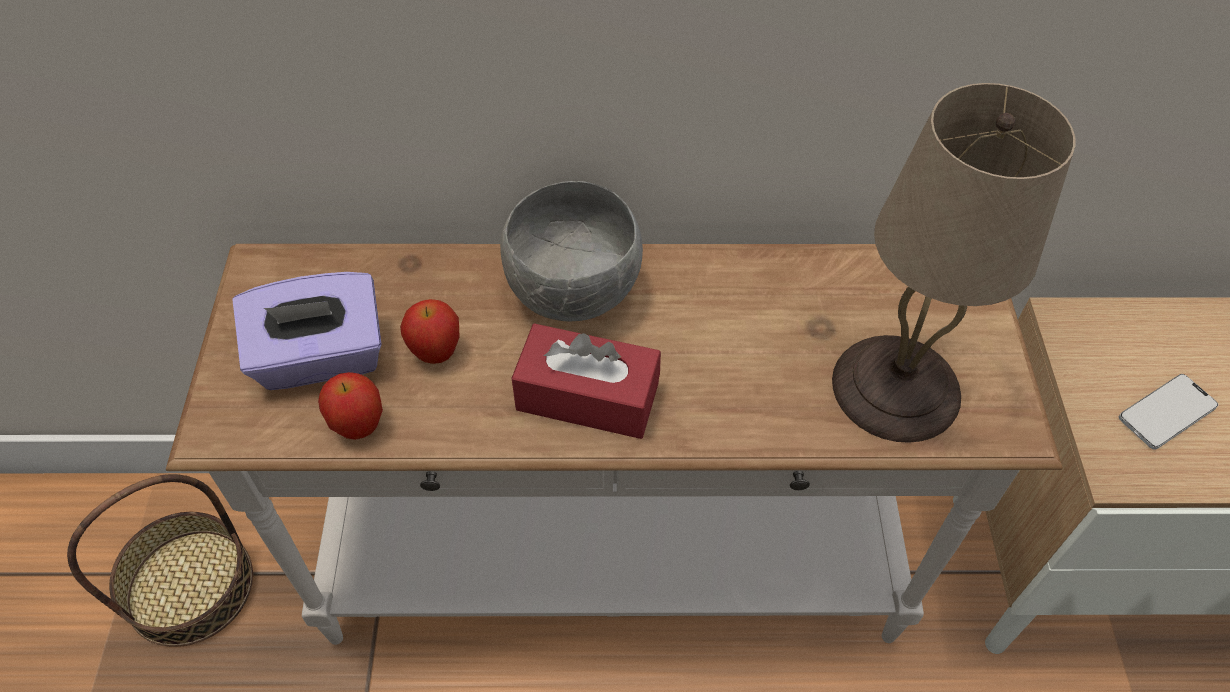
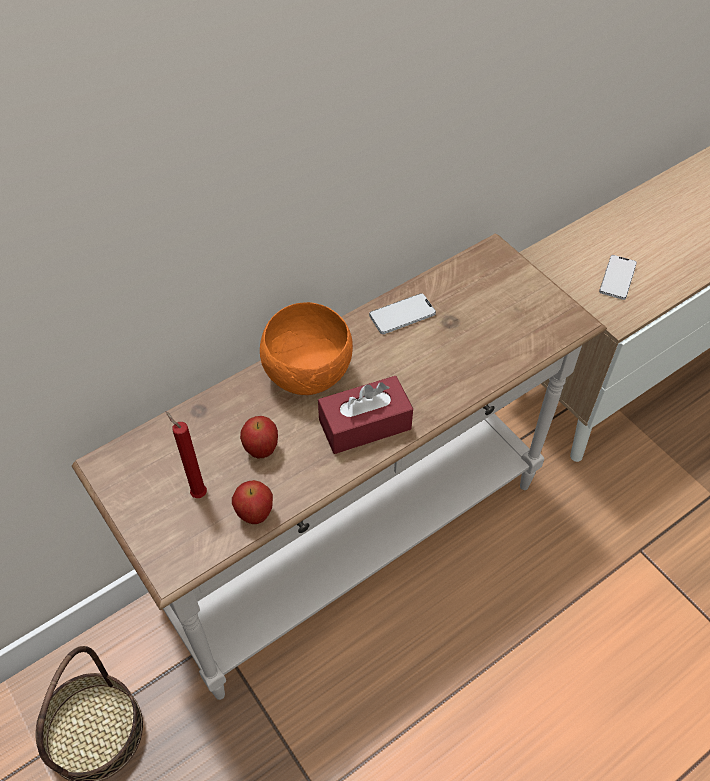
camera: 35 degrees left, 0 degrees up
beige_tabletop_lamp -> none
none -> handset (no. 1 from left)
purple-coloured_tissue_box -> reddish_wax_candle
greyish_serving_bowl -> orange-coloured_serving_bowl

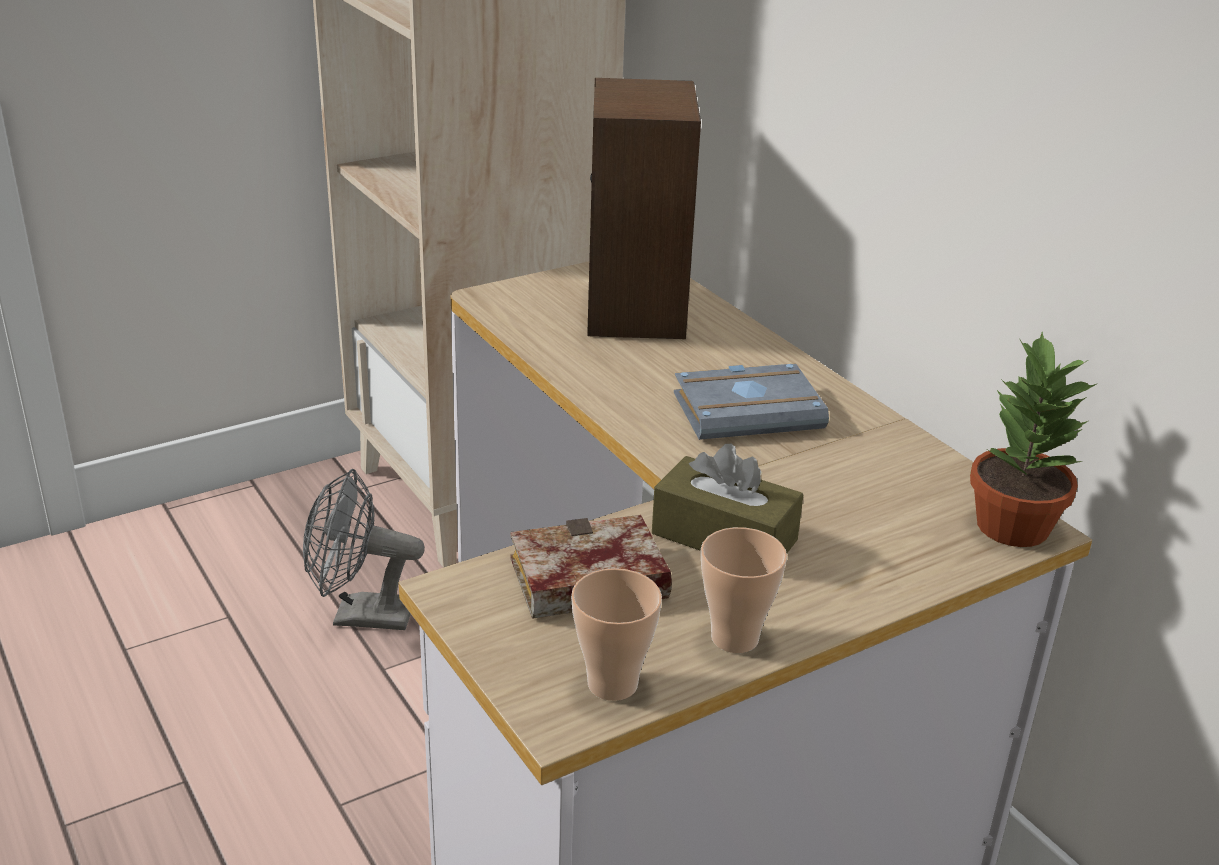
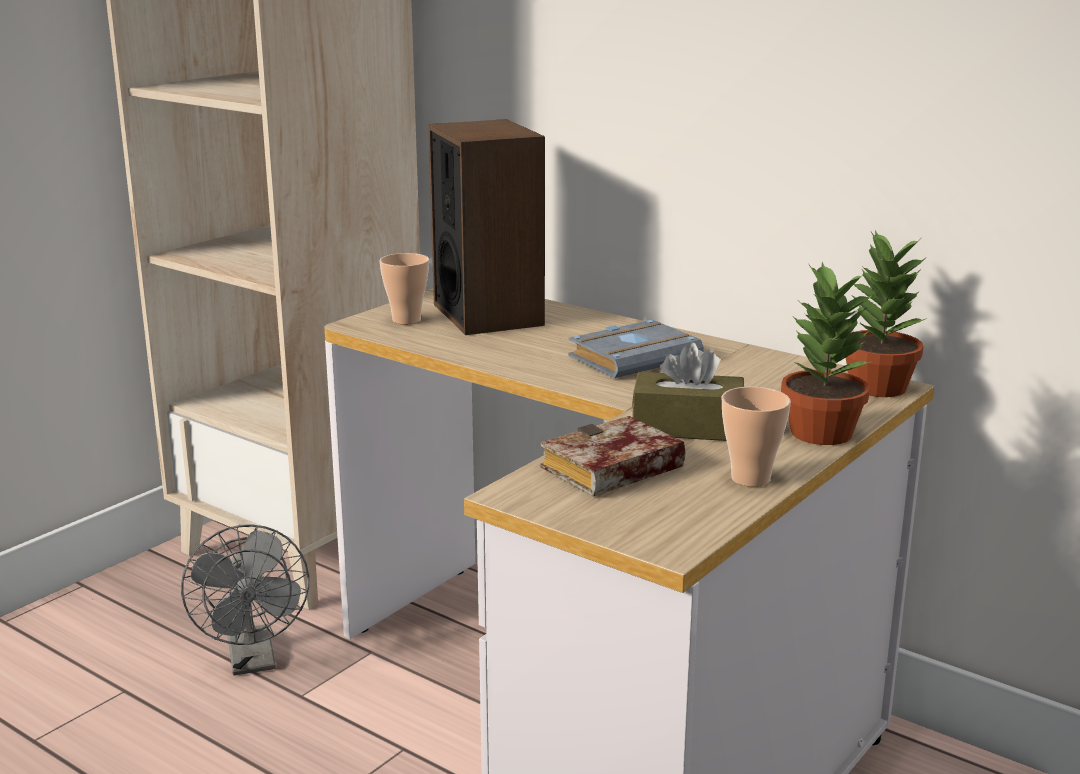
camera: 20 degrees left, 10 degrees down
none -> plant_in_a_pot (no. 1 from left)
drinking_cup (no. 1 from left), shifted
greyish_cooling_fan, 90 degrees counterclockwise

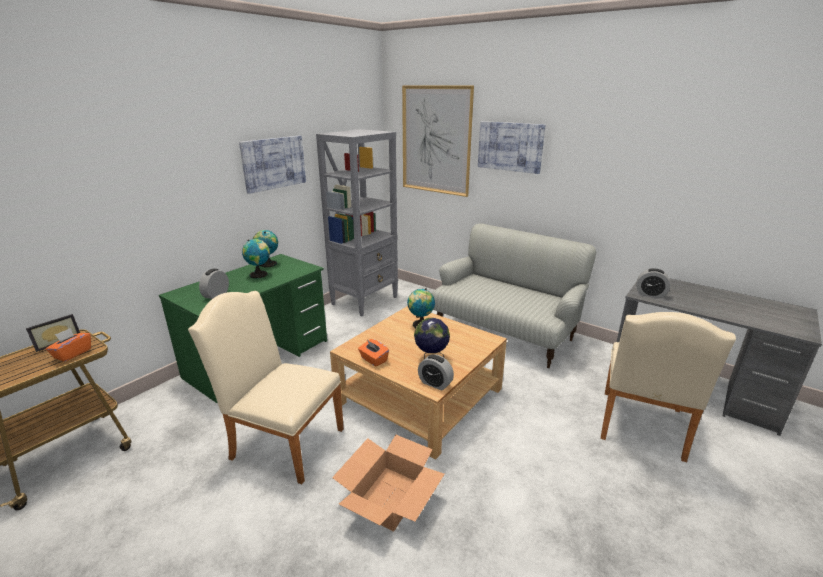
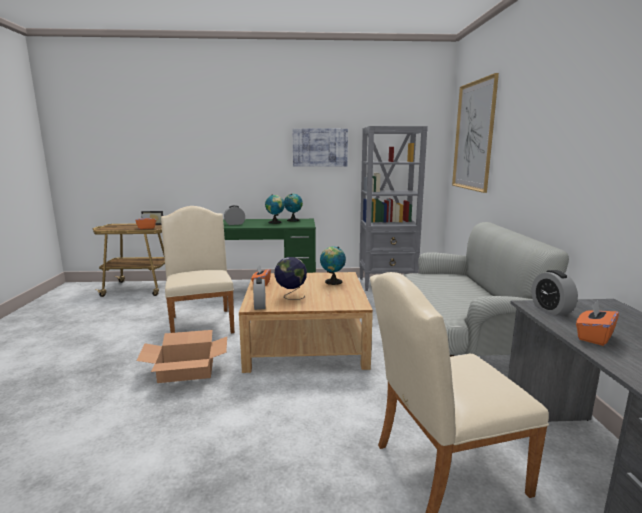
camera: 50 degrees right, 10 degrees down
wall_art (no. 3 from left) -> none
none -> orange-coloured_tissue_box (no. 3 from left)

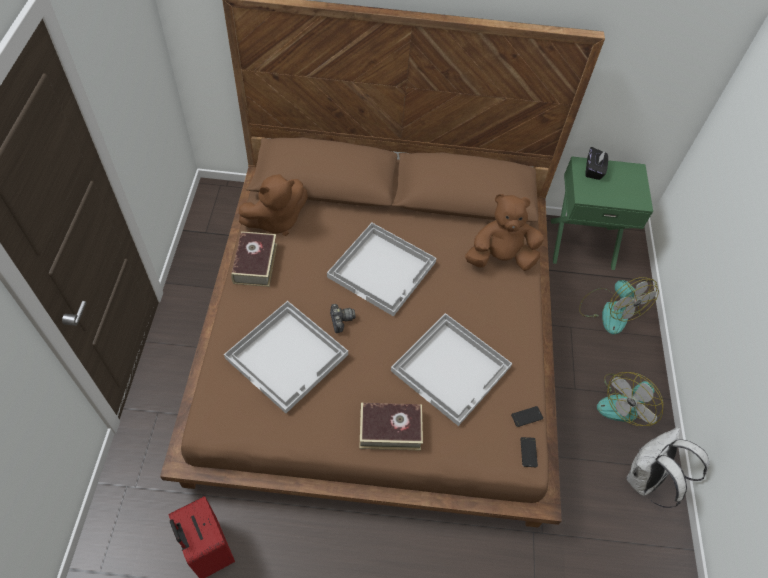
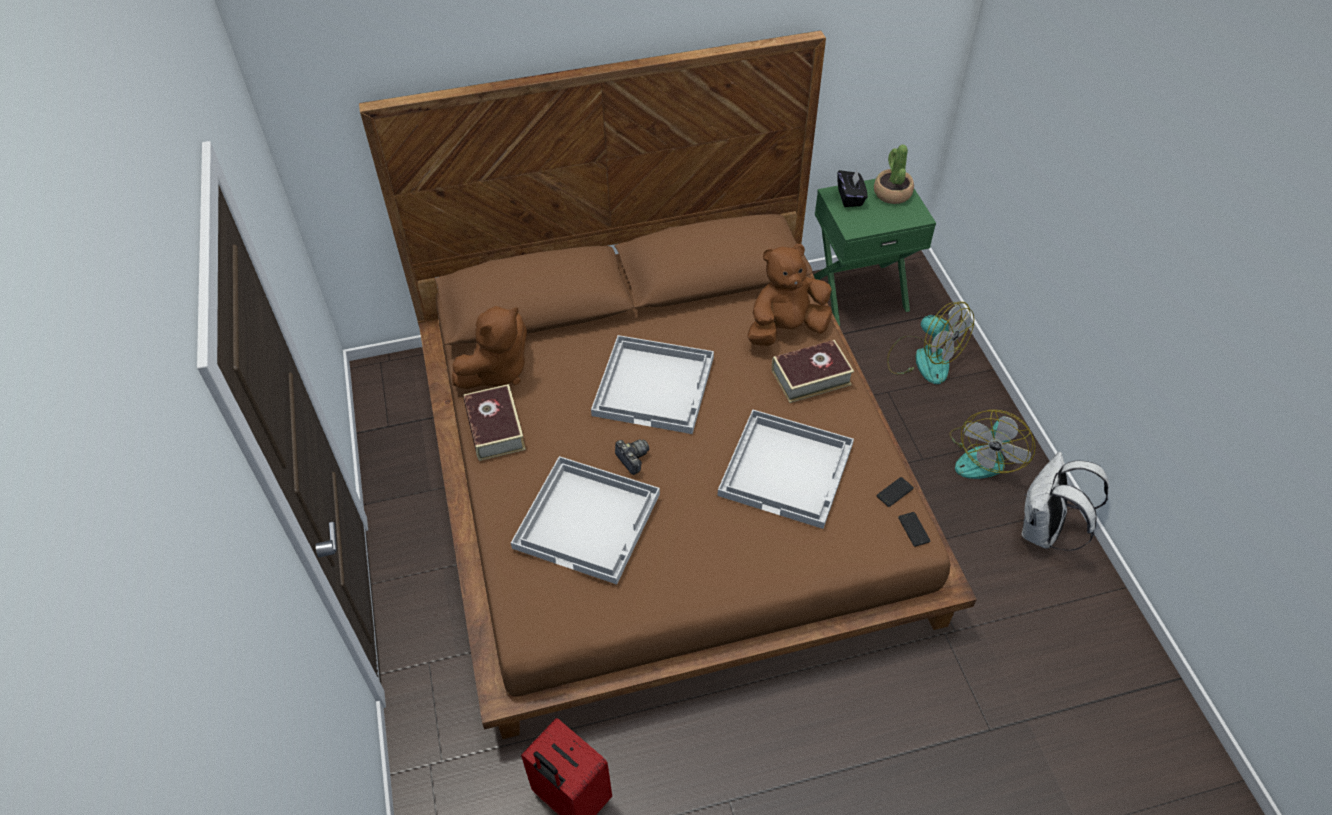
camera: 15 degrees left, 5 degrees down
none -> plant_in_a_pot
bound_book (no. 2 from left), shifted

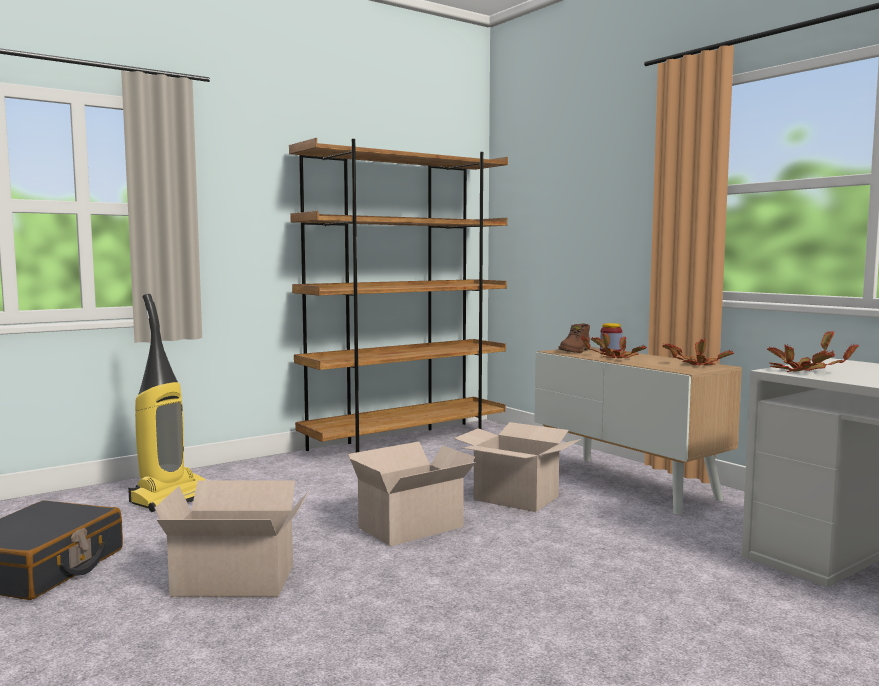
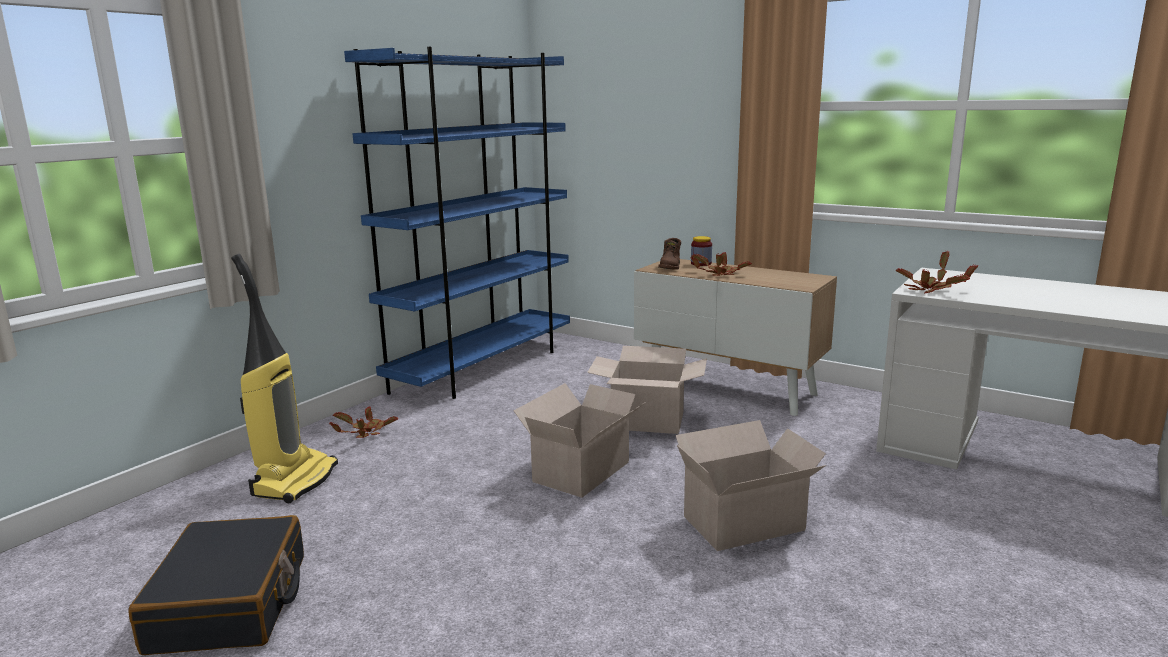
camera: 20 degrees left, 10 degrees up
packing_box (no. 1 from left in the first image) -> packing_box (no. 3 from left), shifted
plant_in_a_pot (no. 2 from left in the first image) -> plant_in_a_pot (no. 1 from left), shifted
brownish_shelving_unit -> blue_shelving_unit

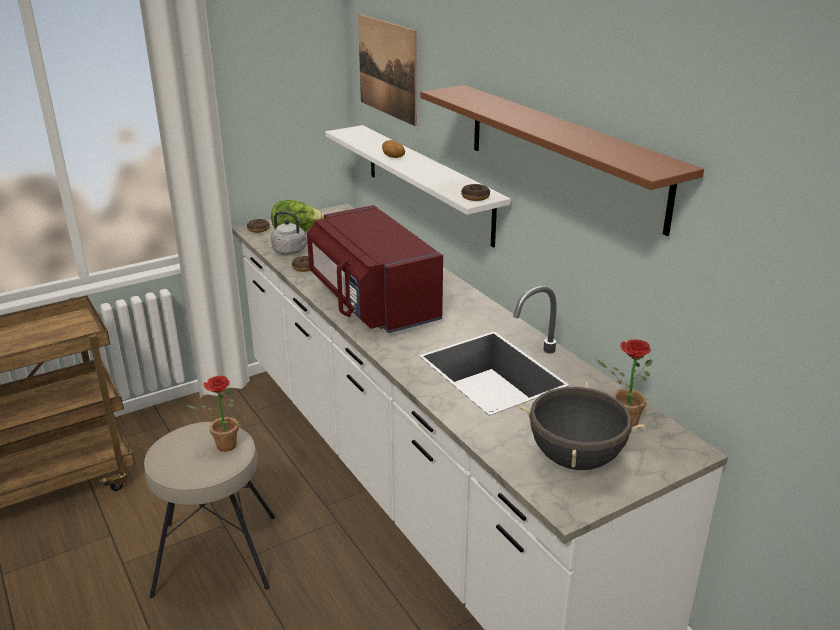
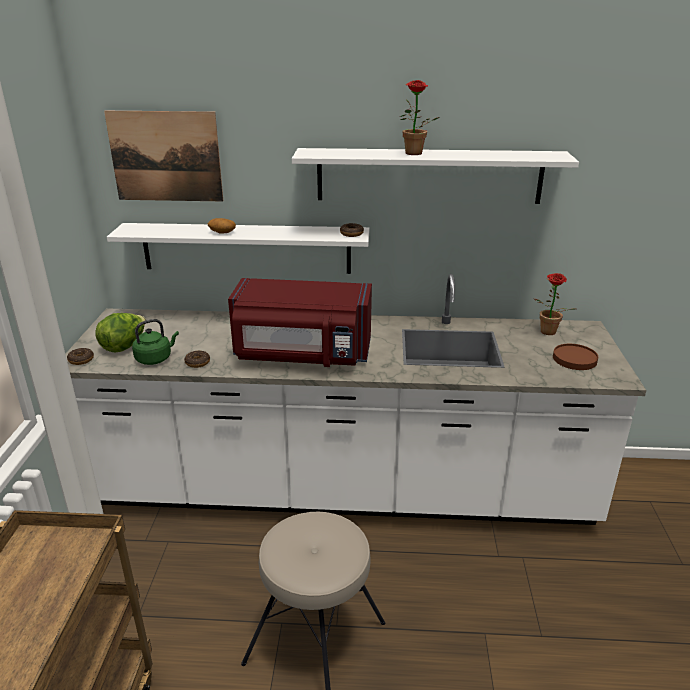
camera: 55 degrees left, 0 degrees up
plant_in_a_pot (no. 1 from left), shifted
black_saucepot -> brownish_plate
greyish_water_kettle -> green-coloured_water_kettle
brownish_bracket_shelf -> white-coloured_bracket_shelf (no. 2 from left)

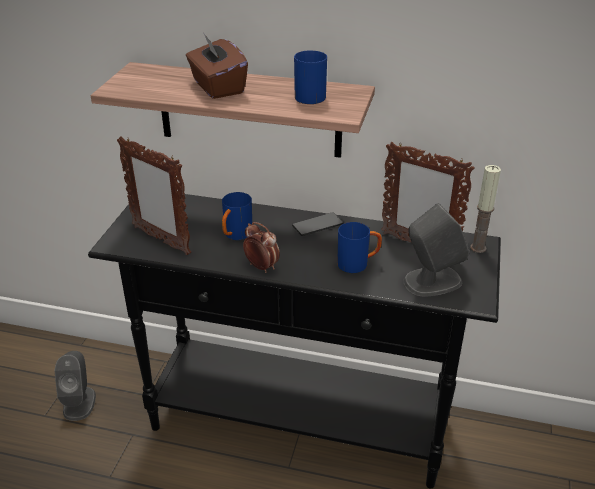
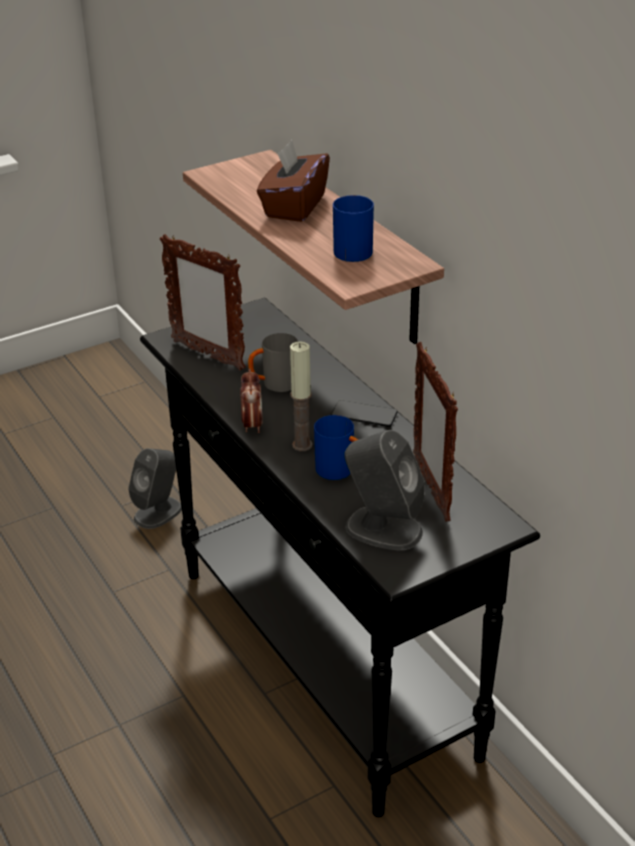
camera: 45 degrees right, 0 degrees up
wax_candle, shifted
blue_mug (no. 1 from left) -> greyish_mug
picture_frame (no. 1 from left), 45 degrees counterclockwise

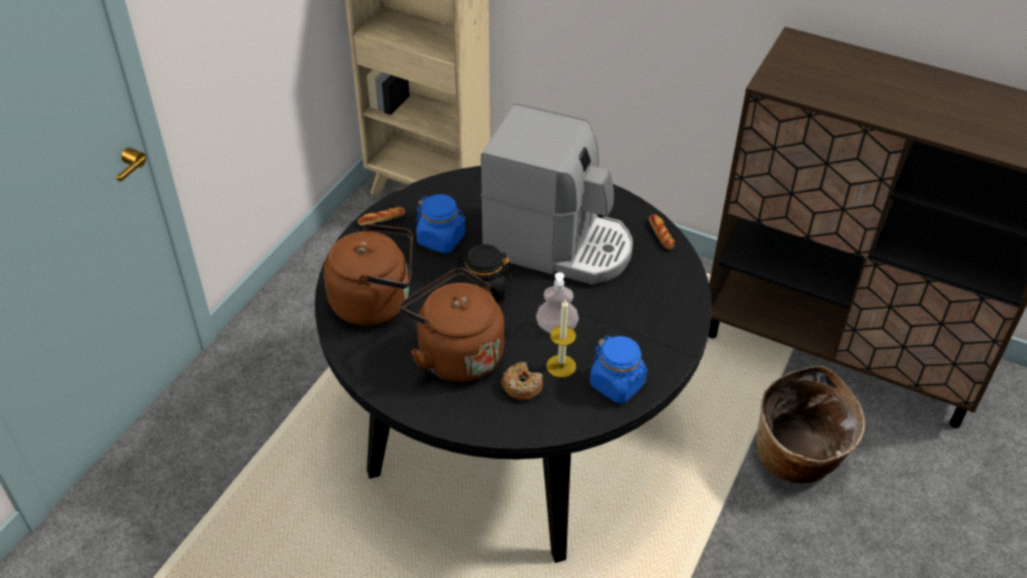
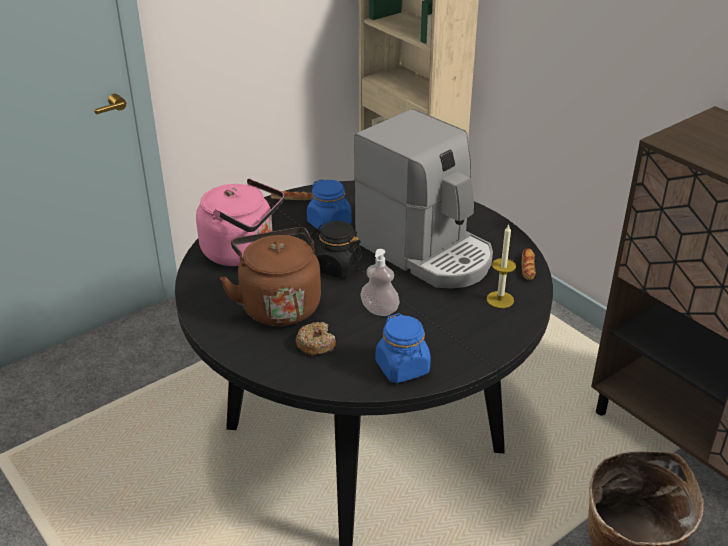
camera: 25 degrees right, 10 degrees down
wax_candle, shifted
brownish_water_kettle (no. 1 from left) -> pink-coloured_water_kettle

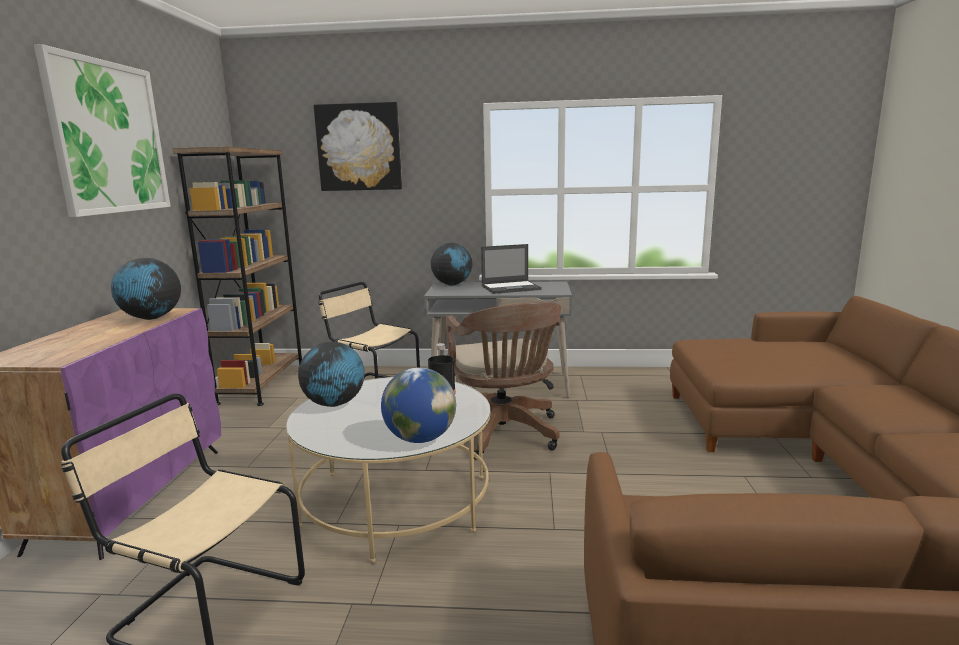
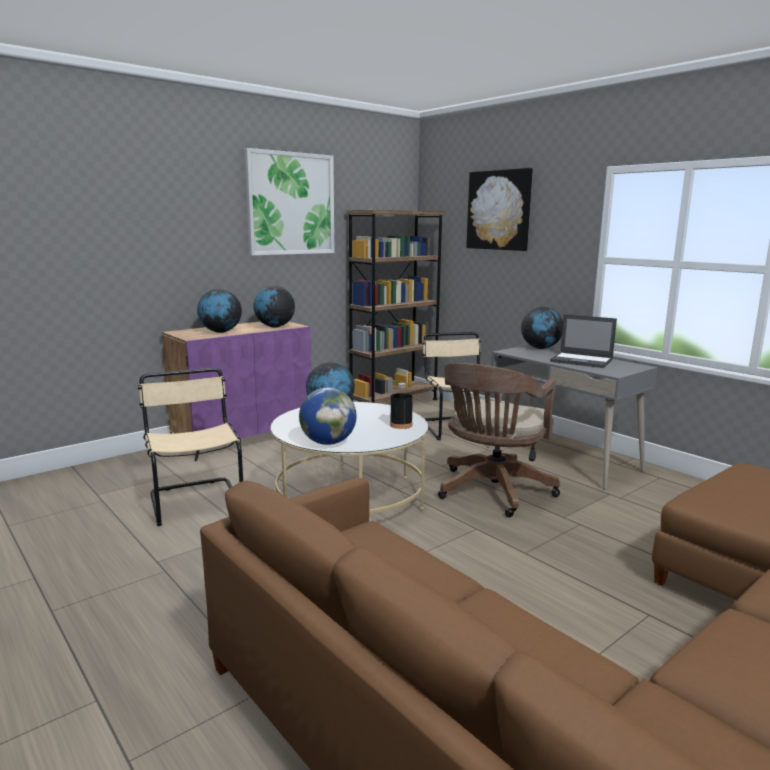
camera: 45 degrees right, 0 degrees up
none -> world_globe (no. 1 from left)

